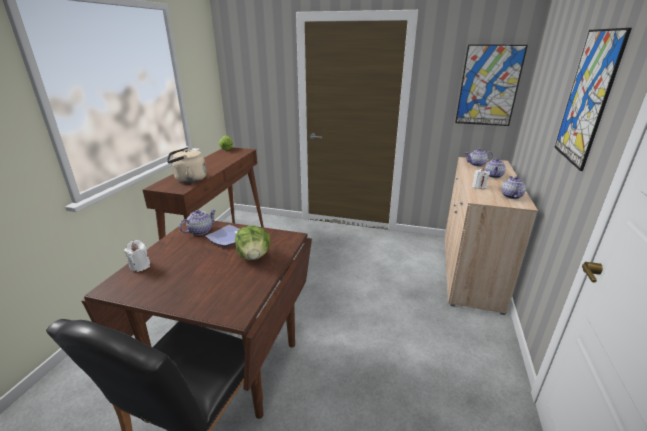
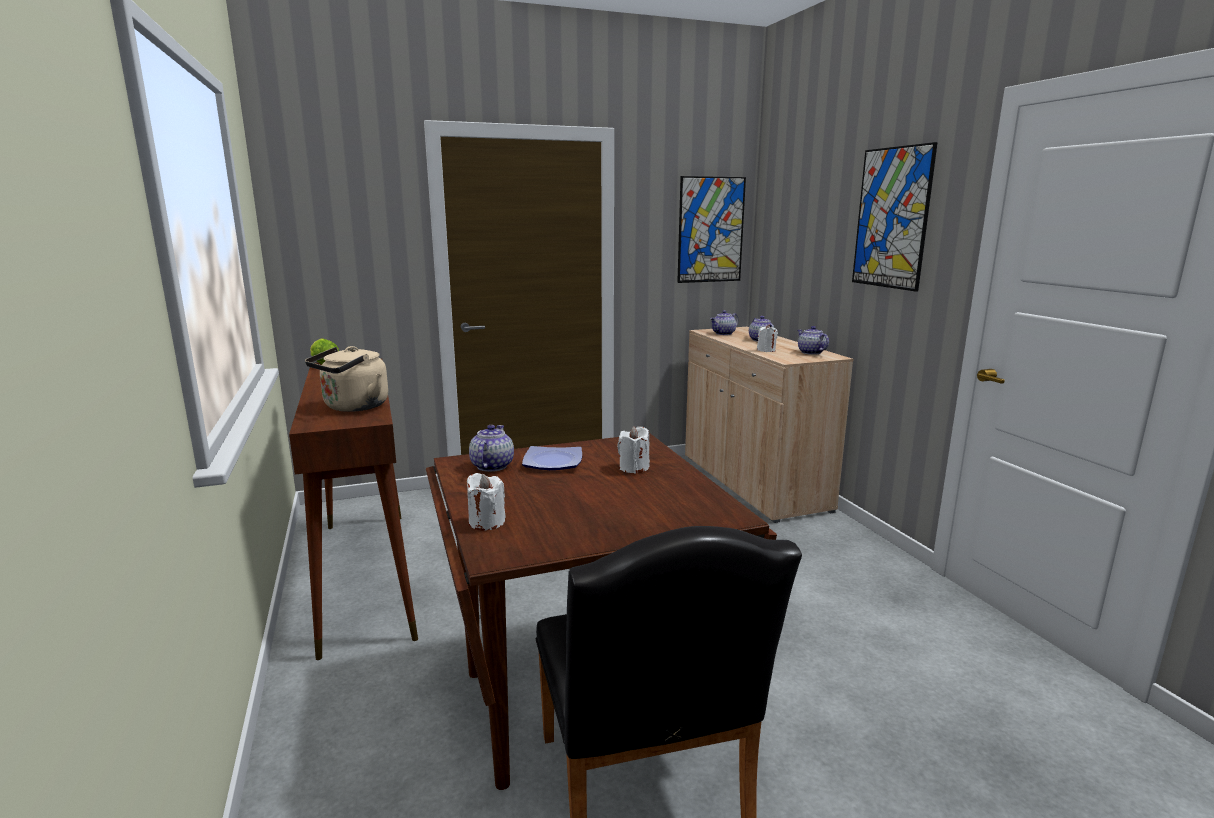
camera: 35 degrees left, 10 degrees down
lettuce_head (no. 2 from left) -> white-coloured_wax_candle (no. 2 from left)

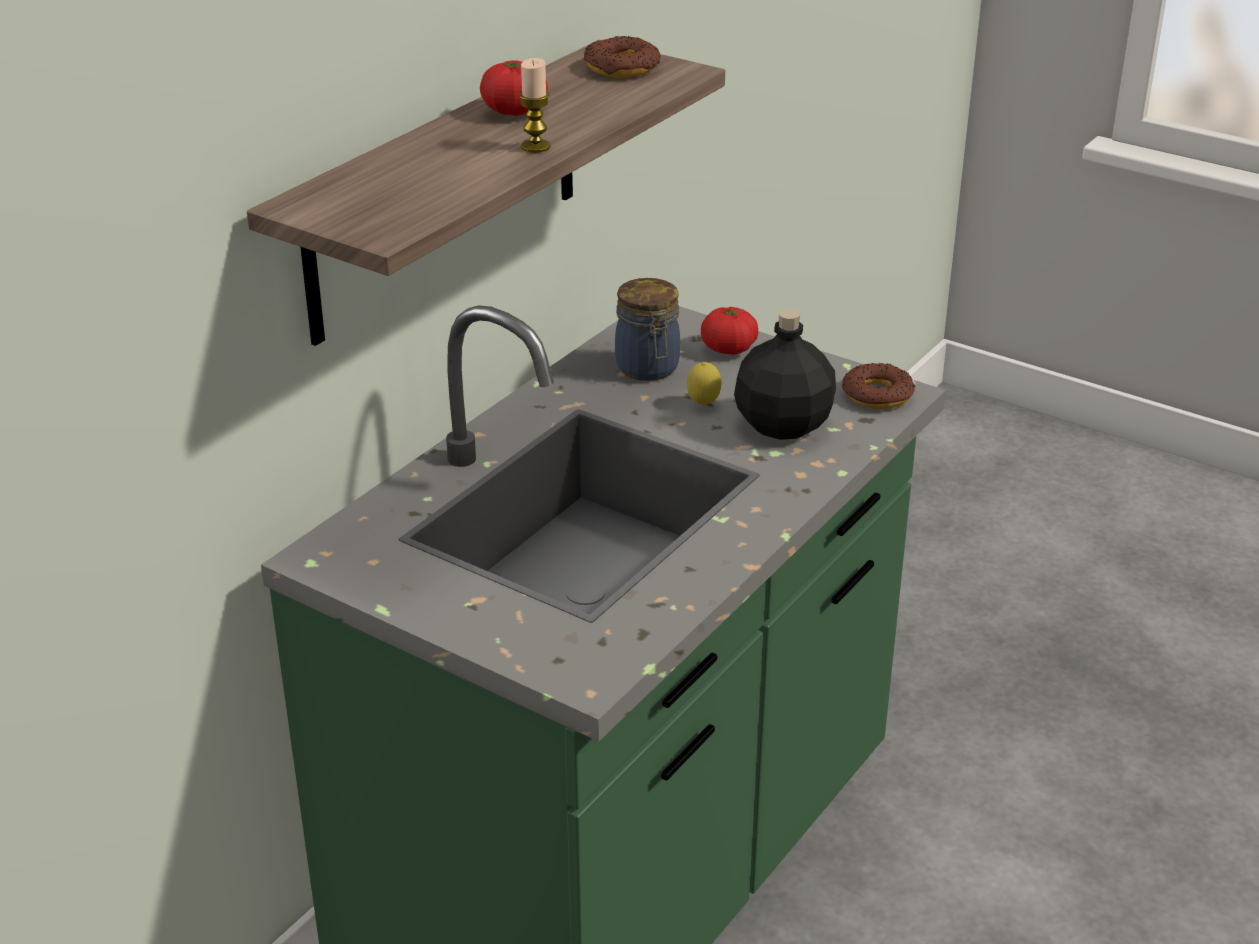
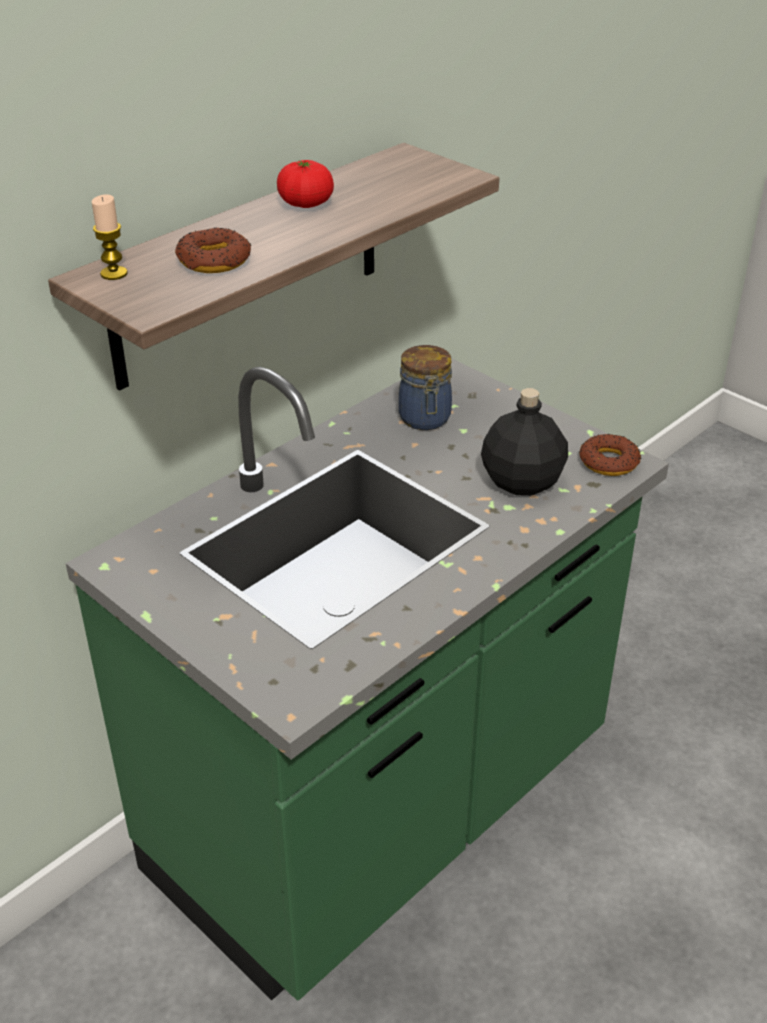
camera: 10 degrees right, 5 degrees up
lemon -> none
tomato (no. 2 from left) -> none
wax_candle, shifted
ring_doughnut (no. 1 from left), shifted

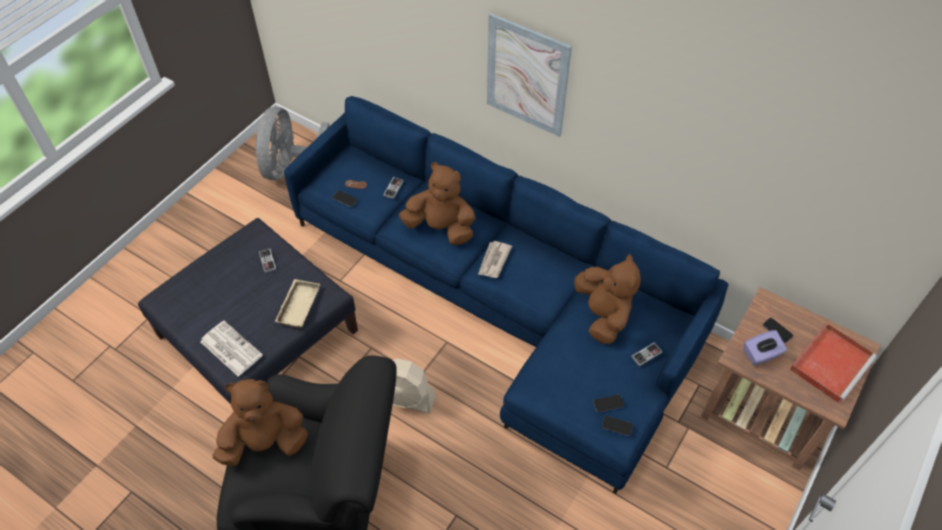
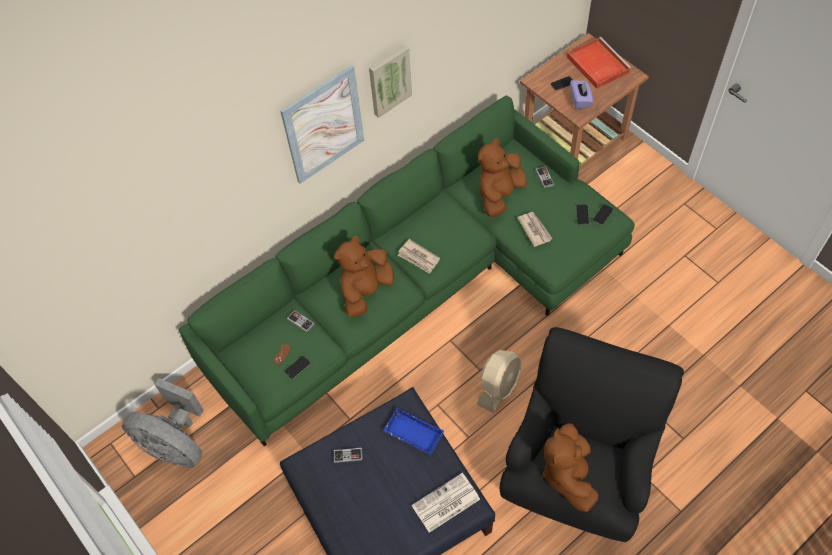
camera: 70 degrees left, 5 degrees up
none -> wall_art (no. 2 from left)
none -> daily_paper (no. 3 from left)
beige_carrying_tray -> blue_carrying_tray
blue_settee -> green-coloured_settee
brownish_plush_toy (no. 3 from left in the first image) -> brownish_plush_toy (no. 2 from left), 60 degrees counterclockwise

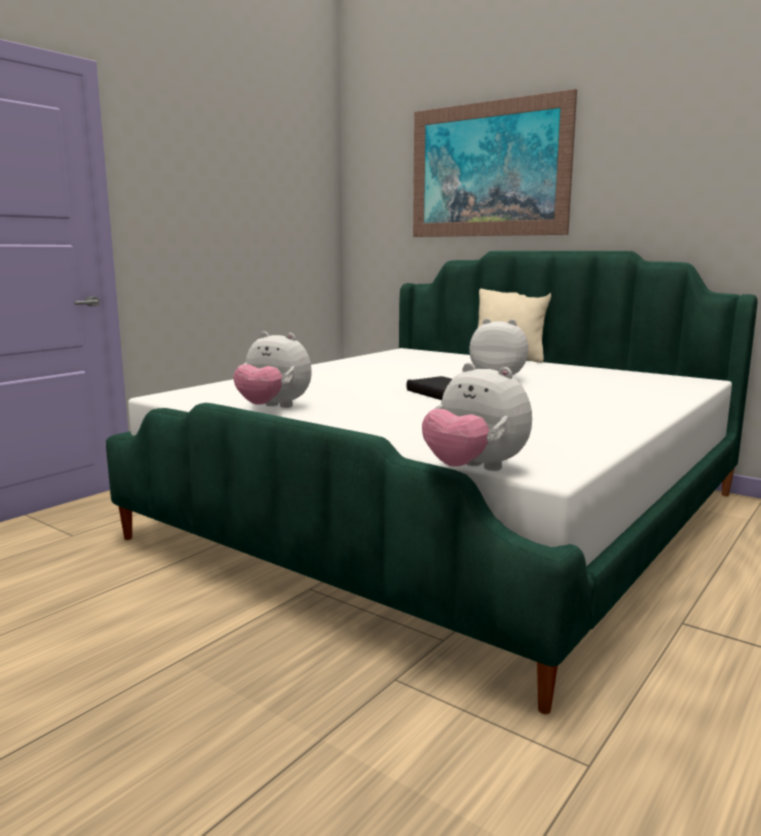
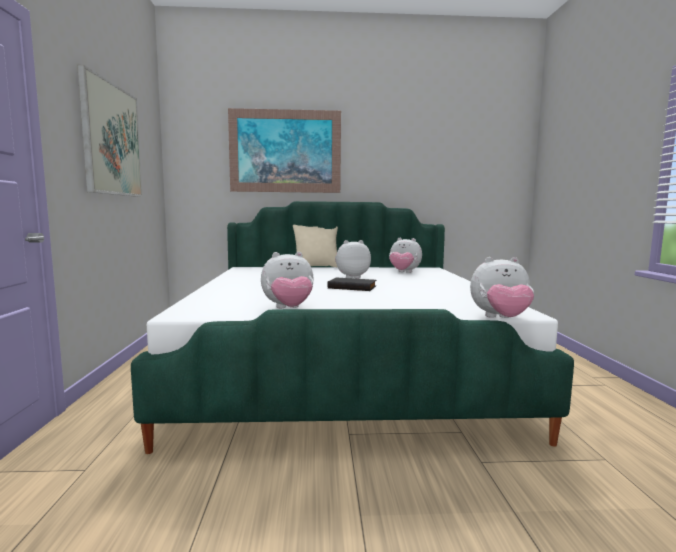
camera: 40 degrees left, 5 degrees down
none -> wall_art (no. 1 from left)
none -> plush_toy (no. 3 from left)

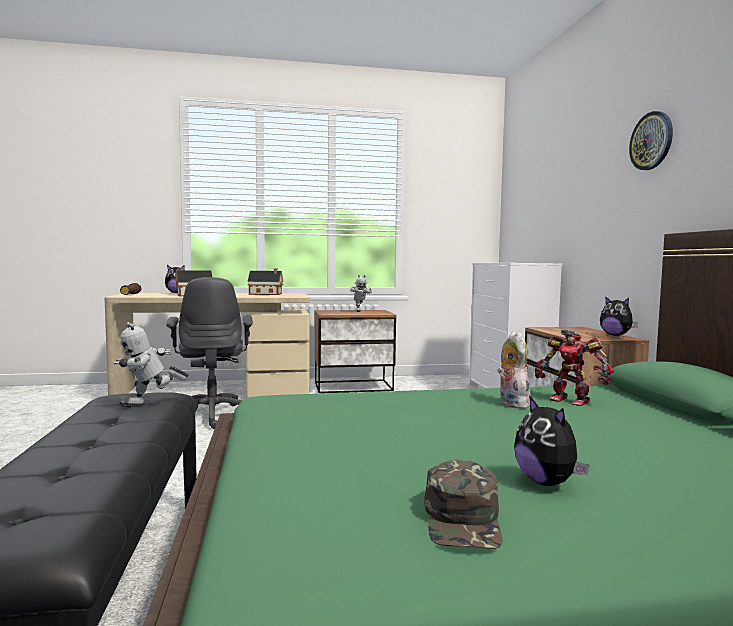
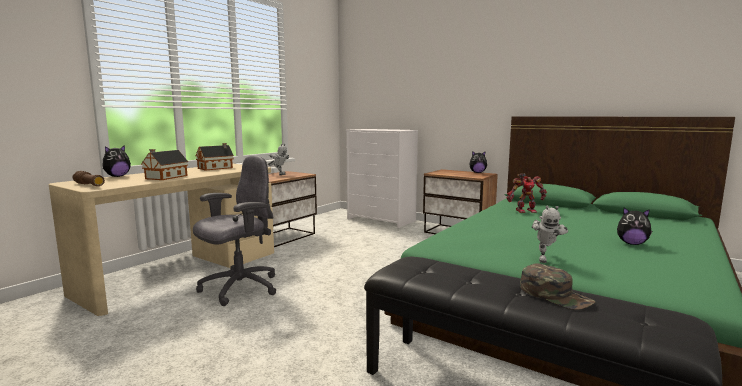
camera: 45 degrees left, 5 degrees up
plush_toy (no. 2 from left) -> none
clock_on_the_wall -> none
robot_figure (no. 1 from left in the first image) -> robot_figure (no. 3 from left), shifted
green-coloured_peaked_cap, shifted
greyish_computer_chair, 75 degrees counterclockwise

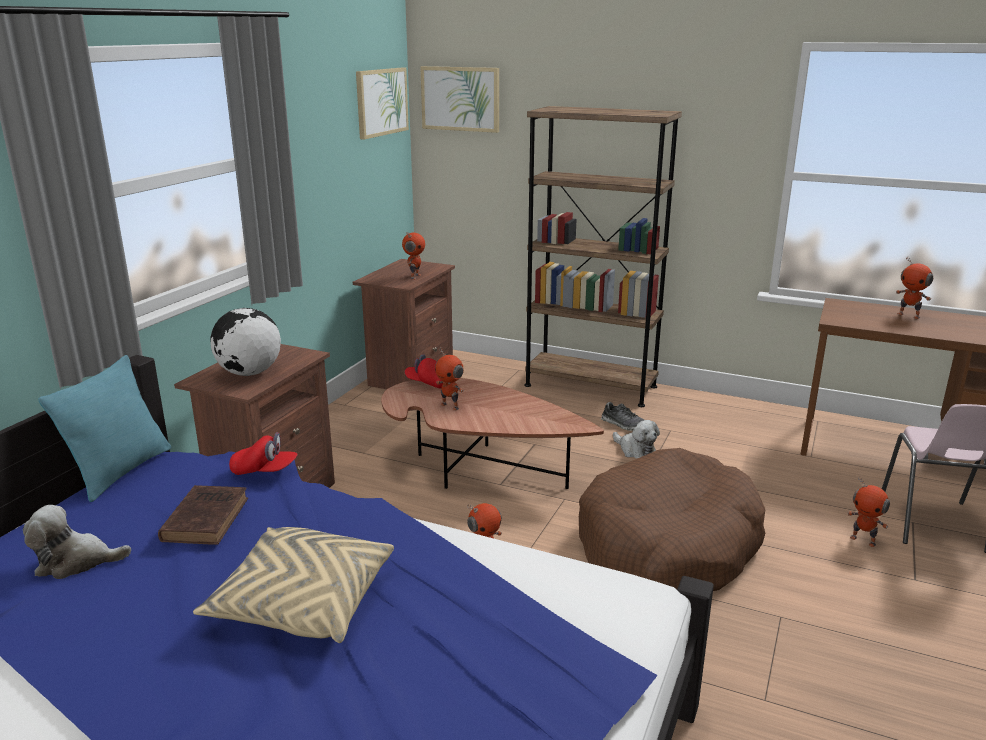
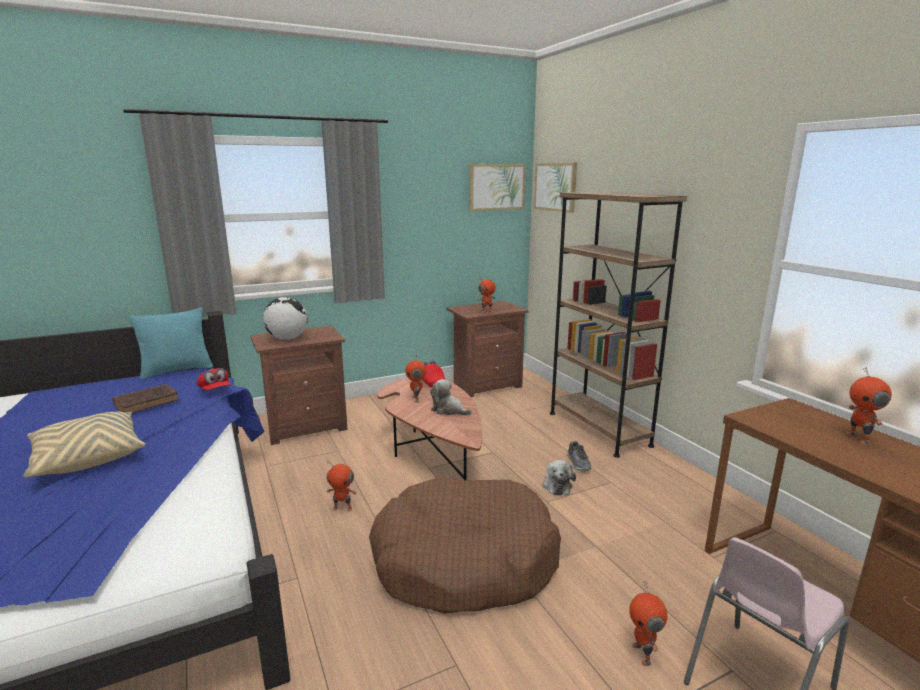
camera: 40 degrees right, 5 degrees down
plush_toy (no. 1 from left), shifted

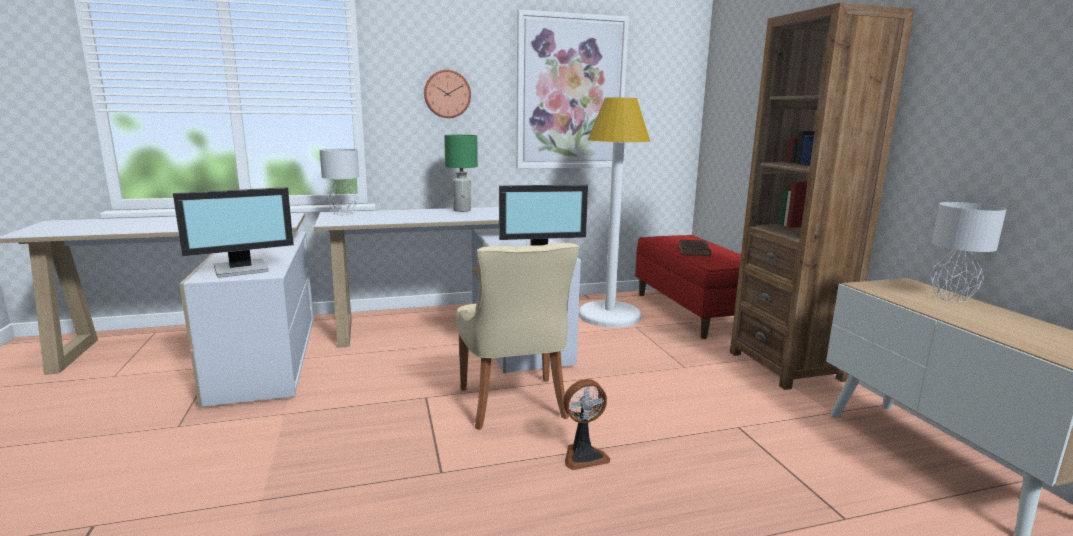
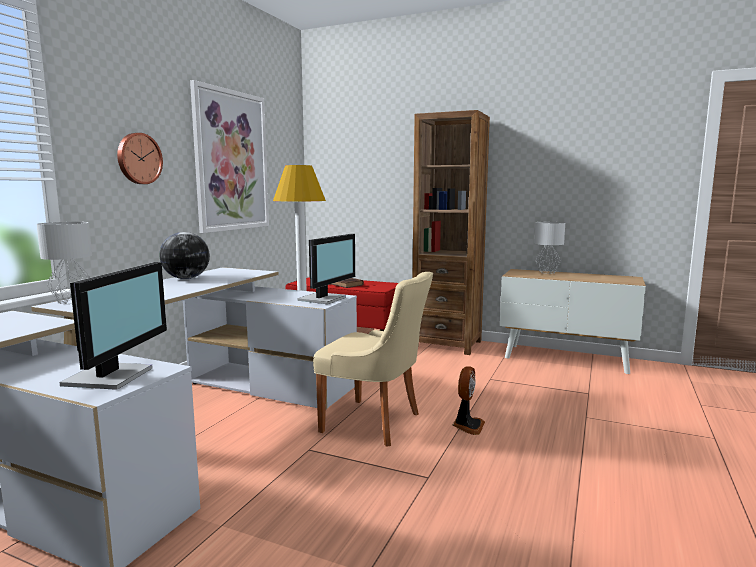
camera: 50 degrees left, 5 degrees down
green-coloured_tabletop_lamp -> world_globe

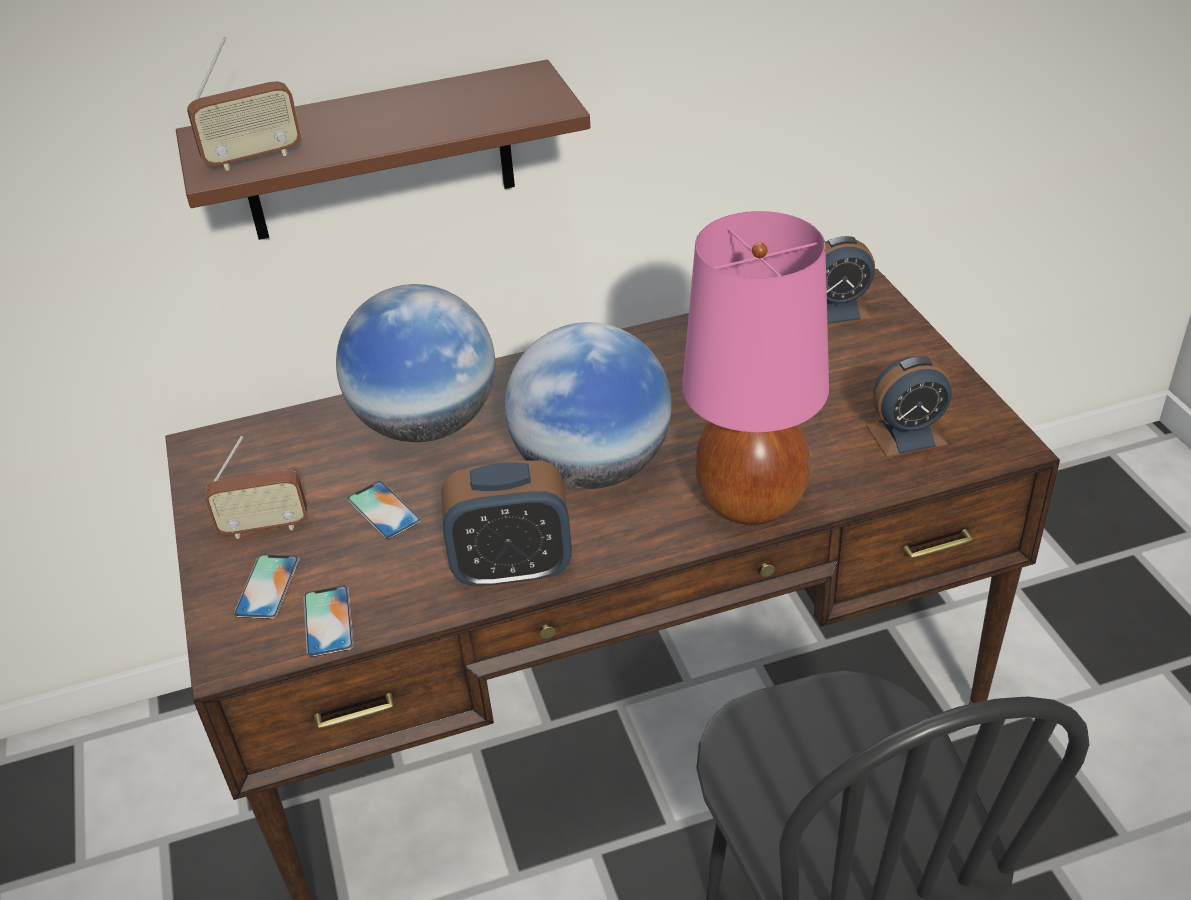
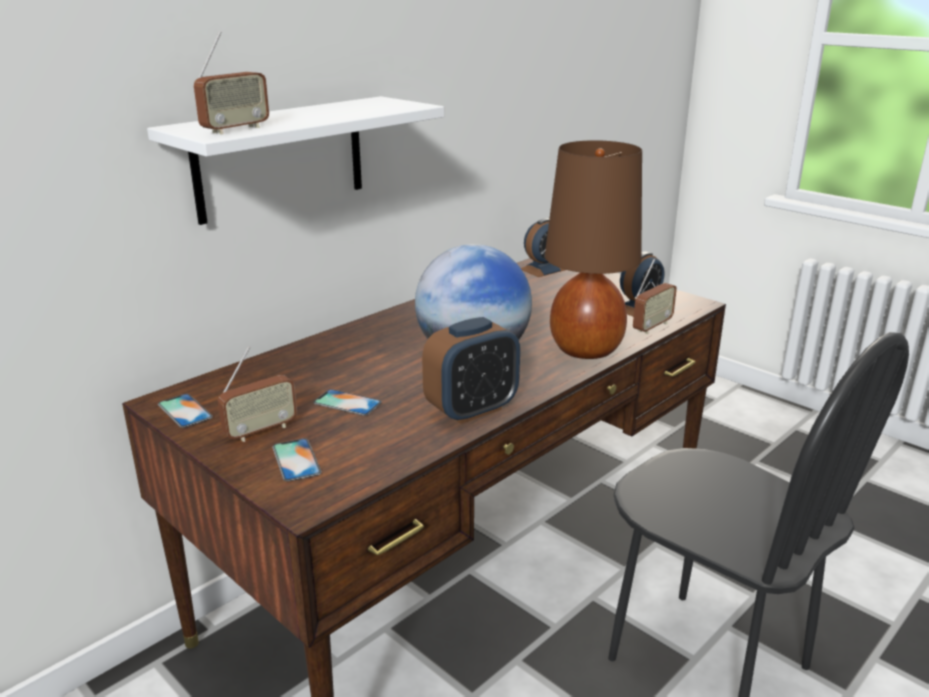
camera: 30 degrees left, 15 degrees down
world_globe (no. 1 from left) -> none
none -> radio_receiver (no. 3 from left)
handset (no. 2 from left in the first image) -> handset (no. 1 from left), shifted
brownish_bracket_shelf -> white-coloured_bracket_shelf
pink-coloured_tabletop_lamp -> brownish_tabletop_lamp

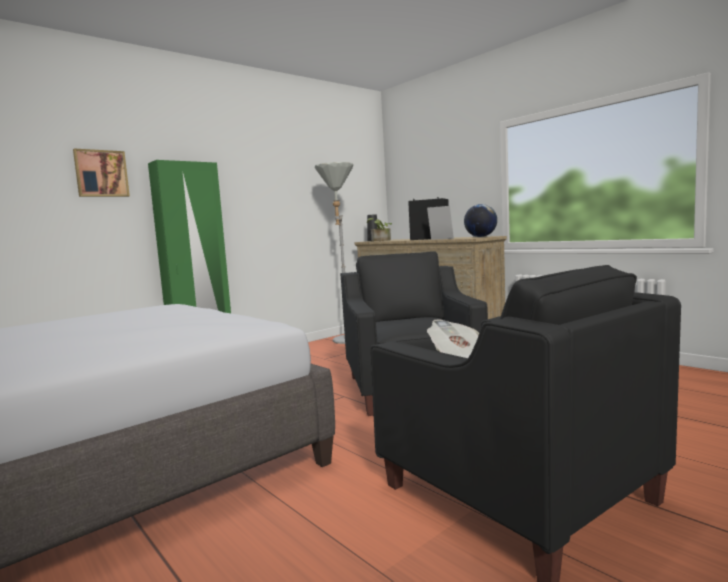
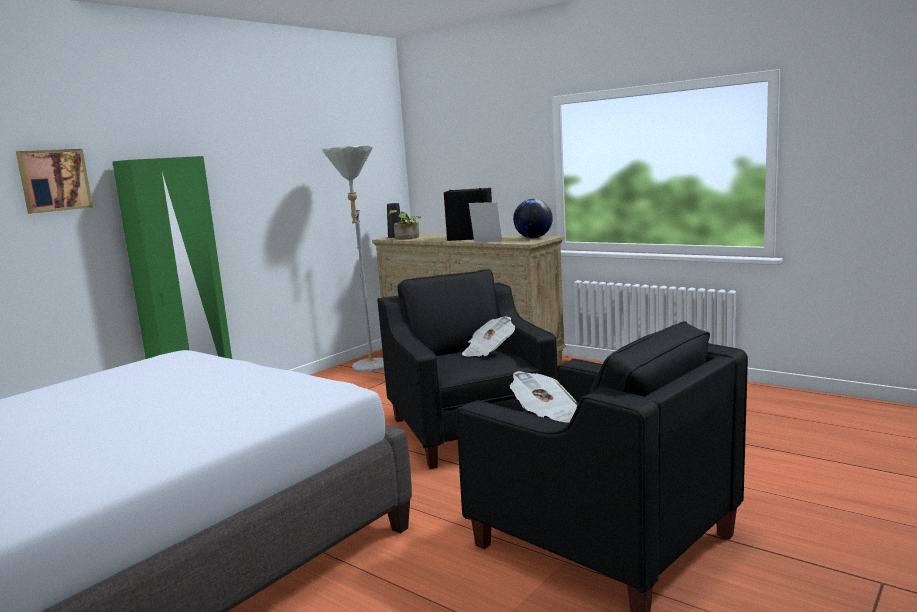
camera: 10 degrees left, 5 degrees up
none -> daily_paper (no. 1 from left)

